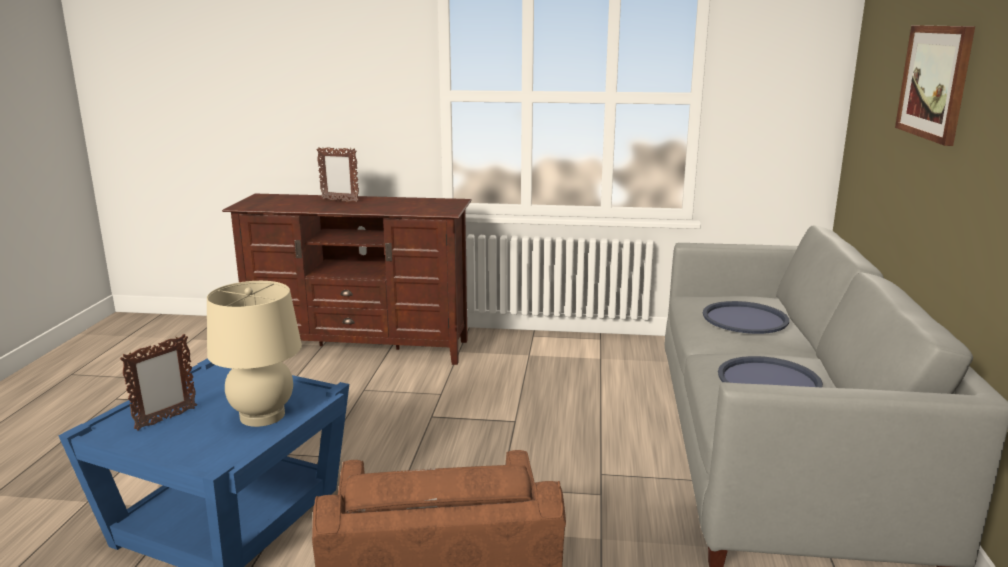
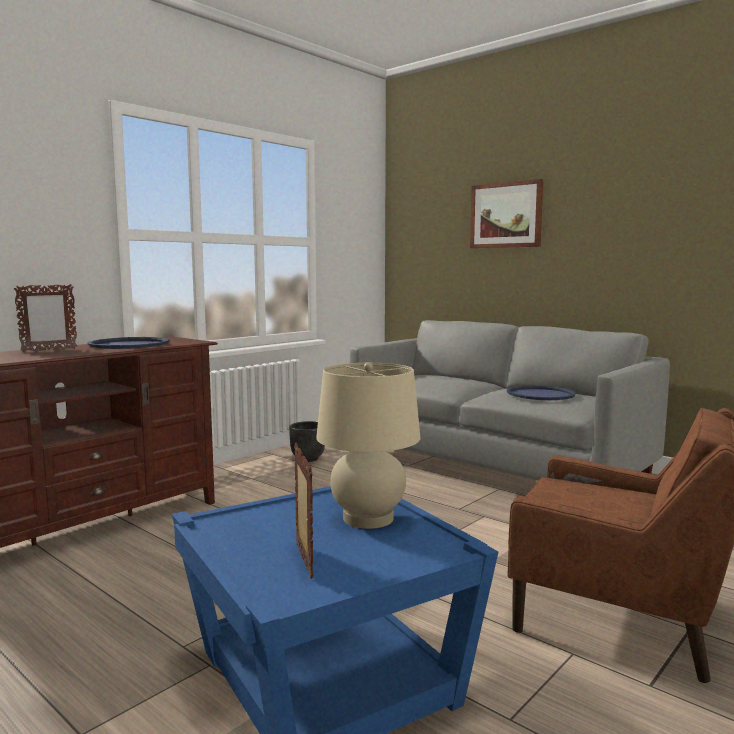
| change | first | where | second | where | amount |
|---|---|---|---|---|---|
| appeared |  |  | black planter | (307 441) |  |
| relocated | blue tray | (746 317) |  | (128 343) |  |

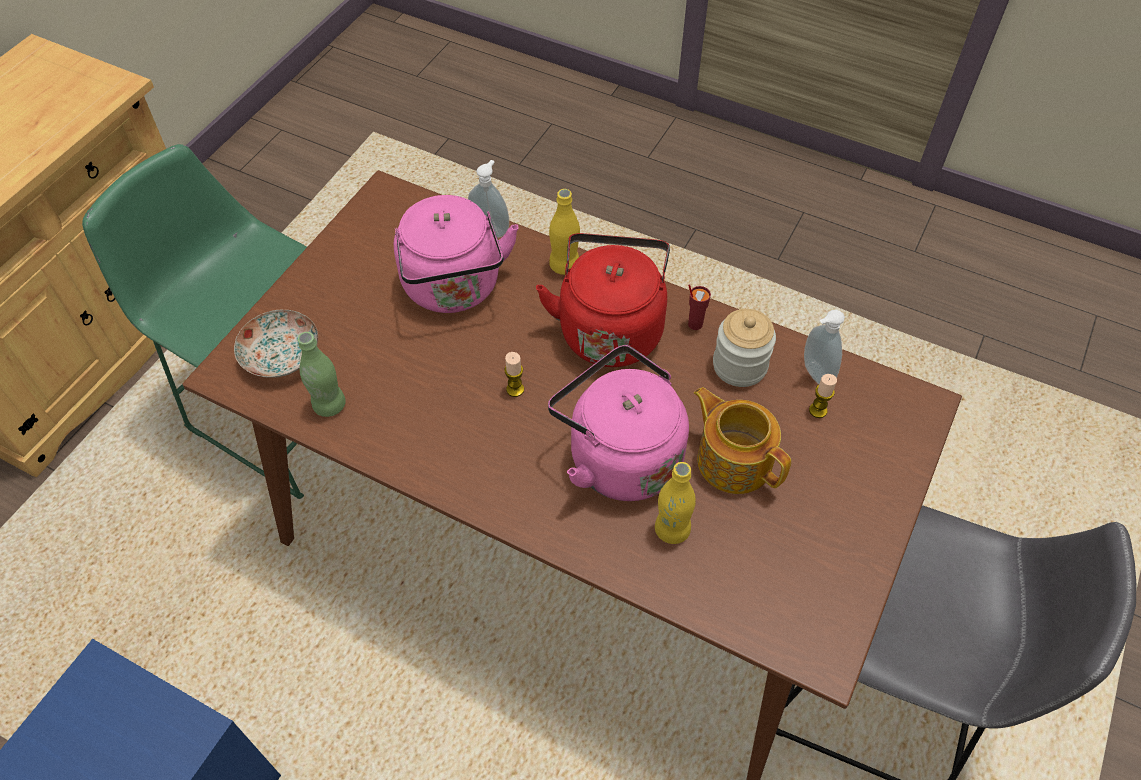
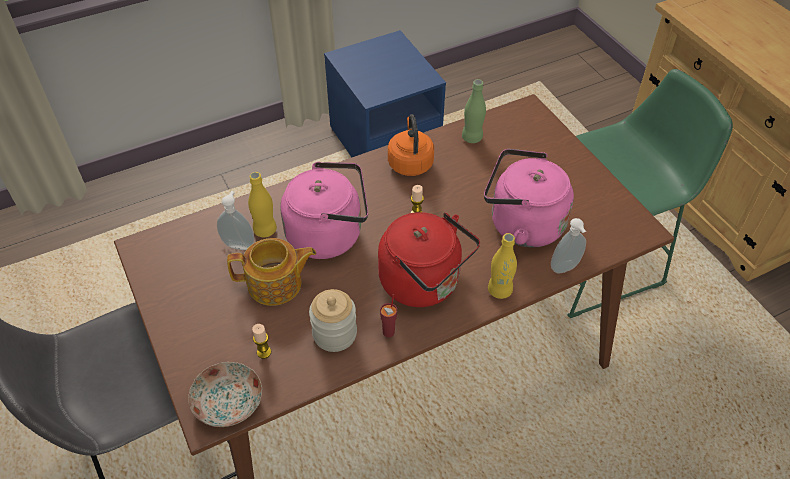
| change | first | where | second | where | amount |
|---|---|---|---|---|---|
| appeared |  |  | orange kettle | (411 145) |  |
| relocated | plate | (276 344) |  | (225 394) |  |
| relocated | soap dispenser | (824 347) |  | (235 220) |  |

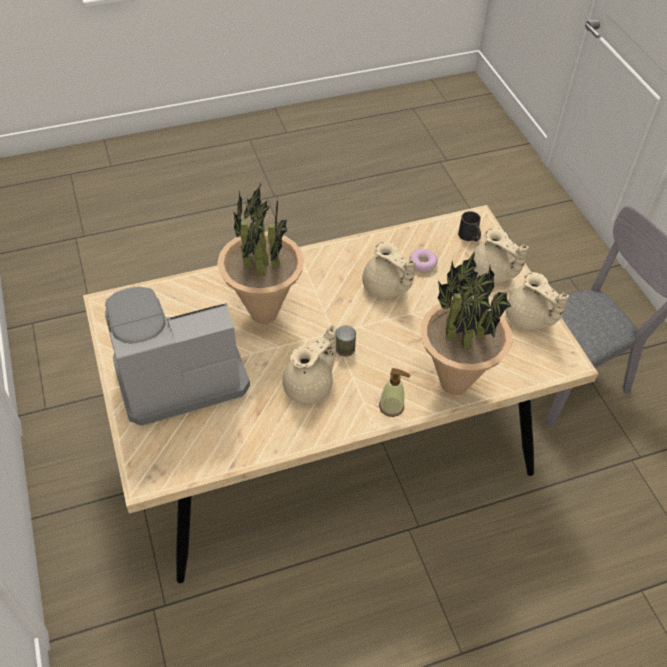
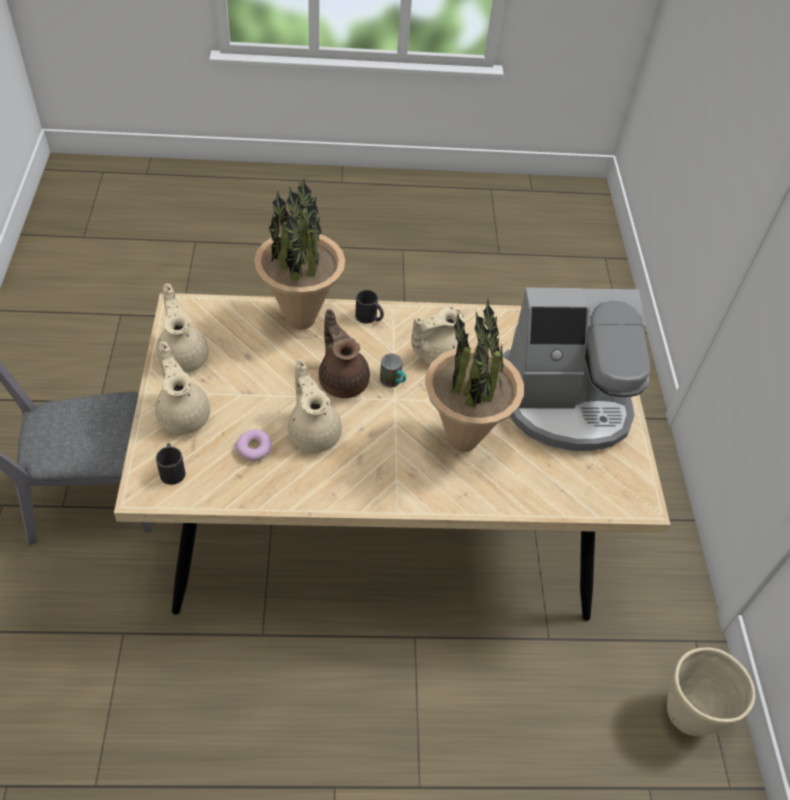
| change | first | where | second | where | amount |
|---|---|---|---|---|---|
| appeared |  |  | brown teapot | (344 353) |  |
| appeared |  |  | beige planter | (711 691) |  |
| exchanged | soap dispenser | (394 392) | black mug | (369 307) |  |

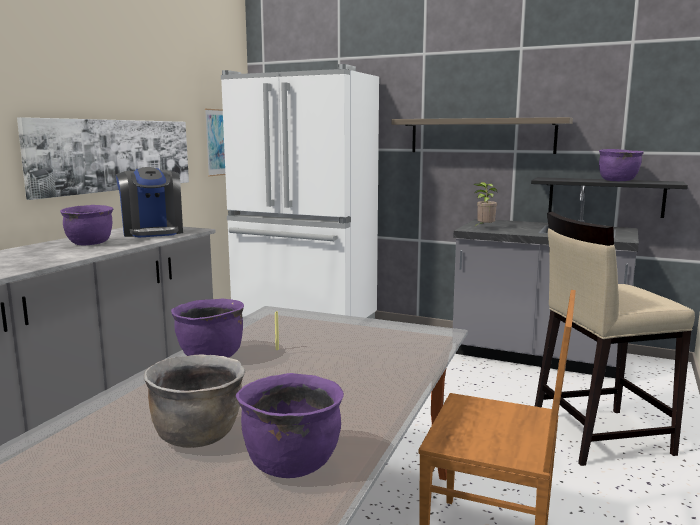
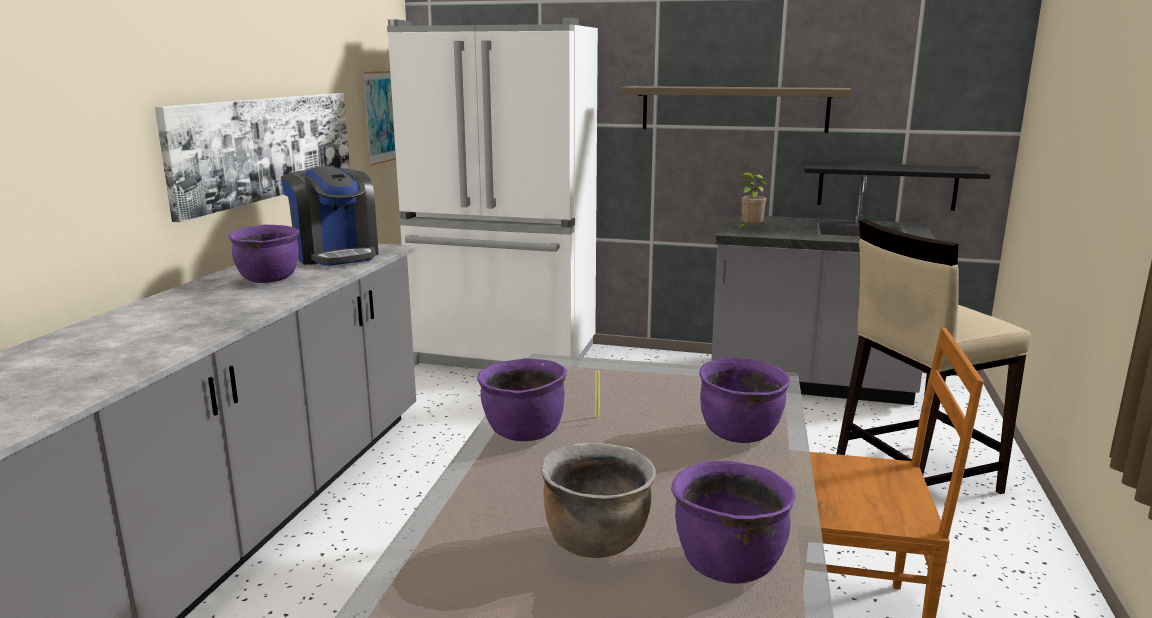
| change | first | where | second | where | amount |
|---|---|---|---|---|---|
| relocated | purple cooking pot | (621 165) |  | (744 400) |  |

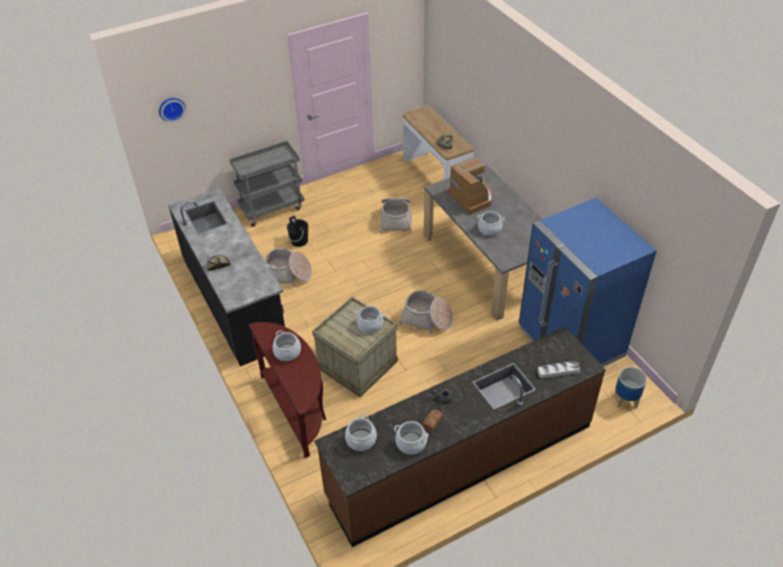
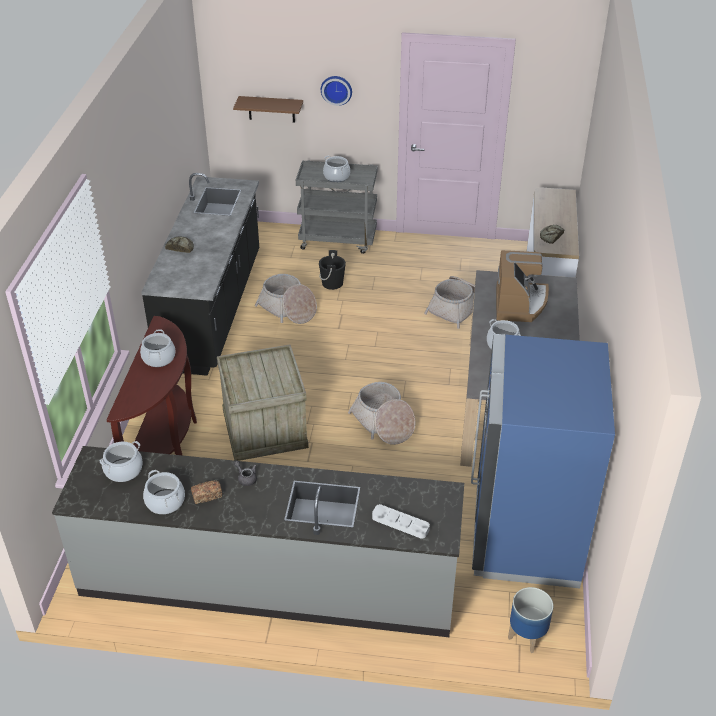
| change | first | where | second | where | amount |
|---|---|---|---|---|---|
| appeared |  |  | brown shelf | (268 109) |  |
| relocated | wall clock | (172 110) |  | (336 91) |  |
| relocated | cooking pot | (369 319) |  | (336 169) |  |
| colour | brown counter | (460 436) | grey counter | (258 541) |  |

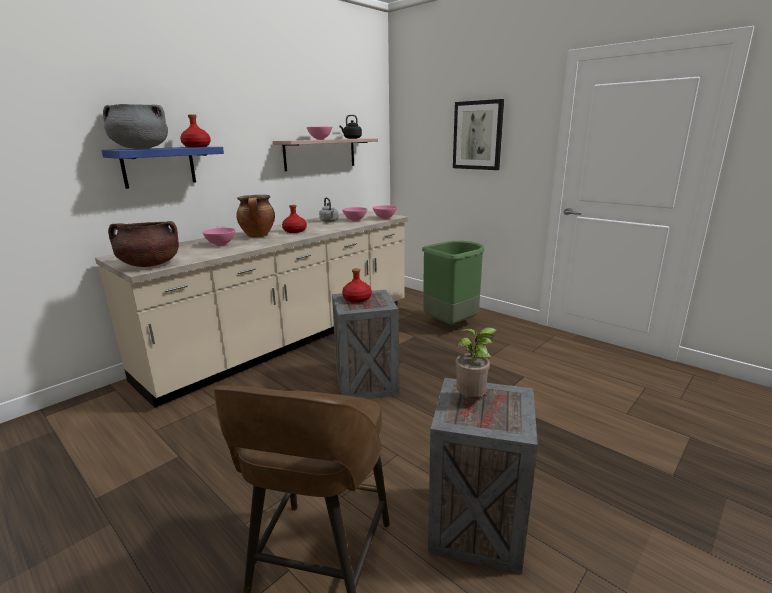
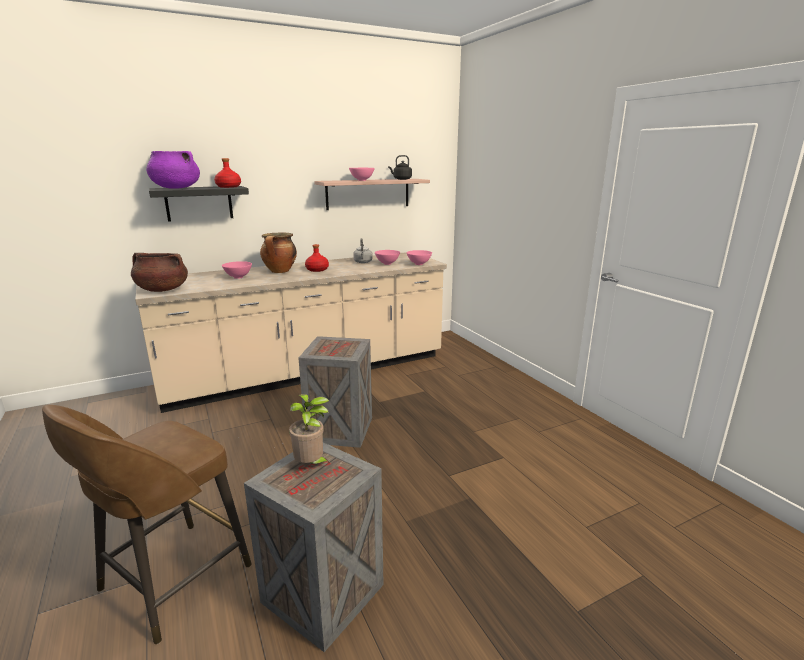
| change | first | where | second | where | amount |
|---|---|---|---|---|---|
| missing | red bottle | (357 285) |  |  |  |
| missing | green trash can | (453 283) |  |  |  |
| missing | picture | (478 134) |  |  |  |
| colour | blue shelf | (162 168) | black shelf | (199 204) |  |
| colour | grey cooking pot | (135 126) | purple cooking pot | (173 170) |  |

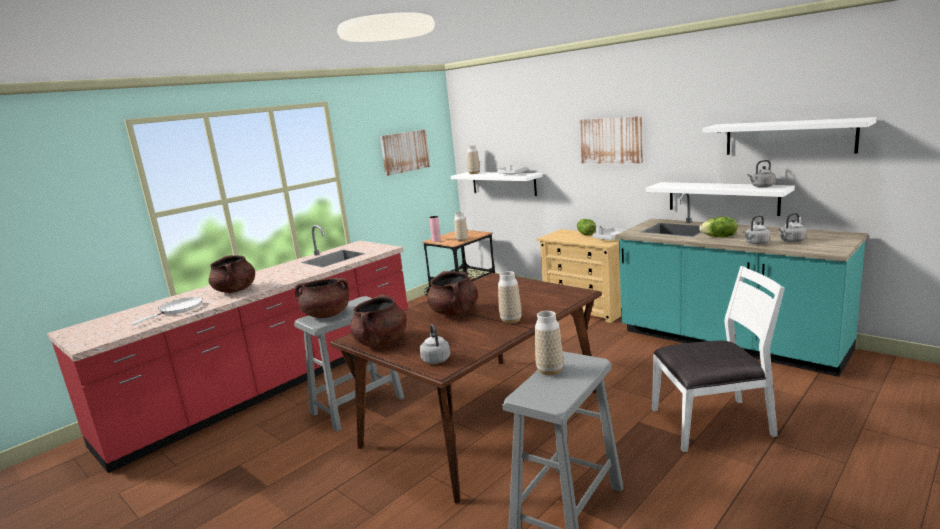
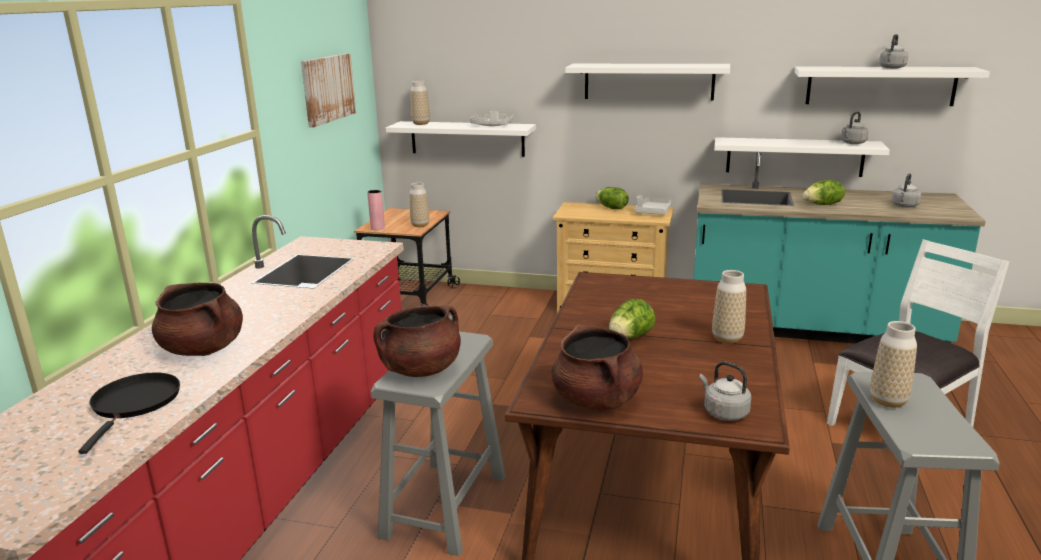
| change | first | where | second | where | amount |
|---|---|---|---|---|---|
| relocated | grey kettle | (757 230) |  | (893 51) |  |
| exchanged | brown cooking pot | (452 293) | lettuce | (632 319) |  |
| exchanged | picture | (611 140) | white shelf | (647 82) |  |
| colour | white frying pan | (167 311) | black frying pan | (129 413) |  |

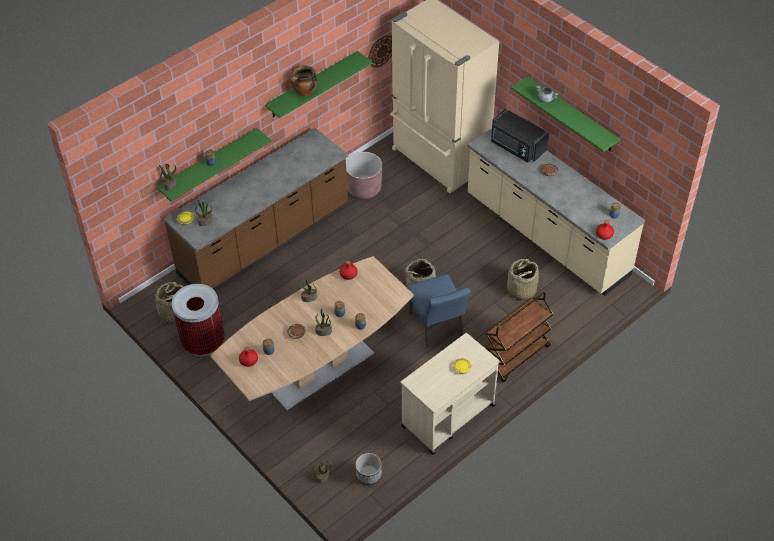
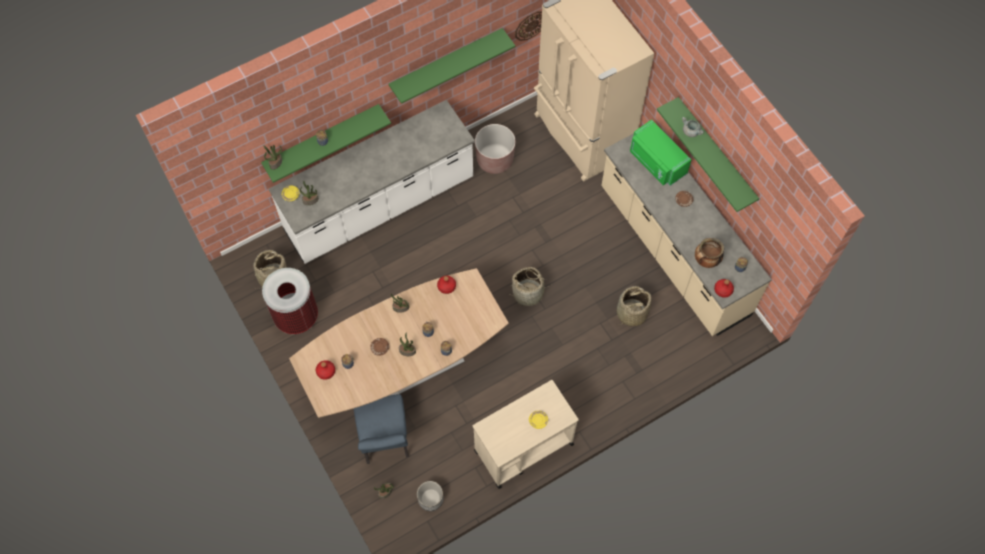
| change | first | where | second | where | amount |
|---|---|---|---|---|---|
| missing | brown cart | (519 337) |  |  |  |
| relocated | cooking pot | (304 81) |  | (709 253) |  |
| relocated | blue chair | (439 310) |  | (381 429) |  |
| colour | brown counter | (255 208) | white counter | (372 182) |  |
| colour | black microwave | (520 136) | green microwave | (660 153) |  |

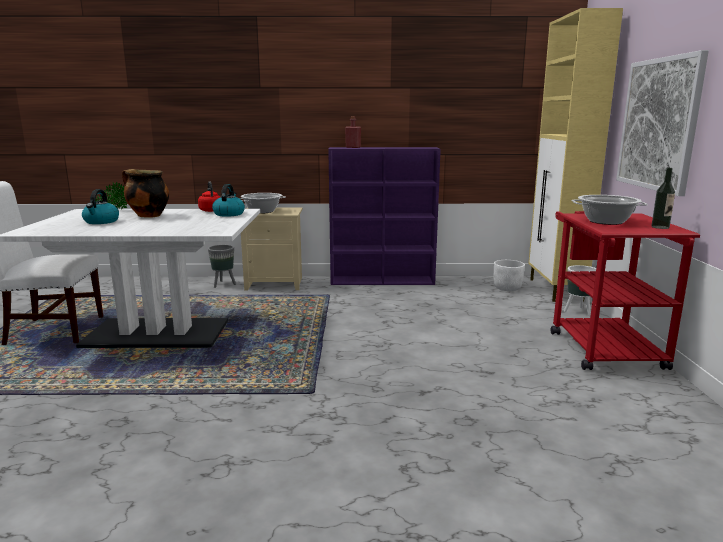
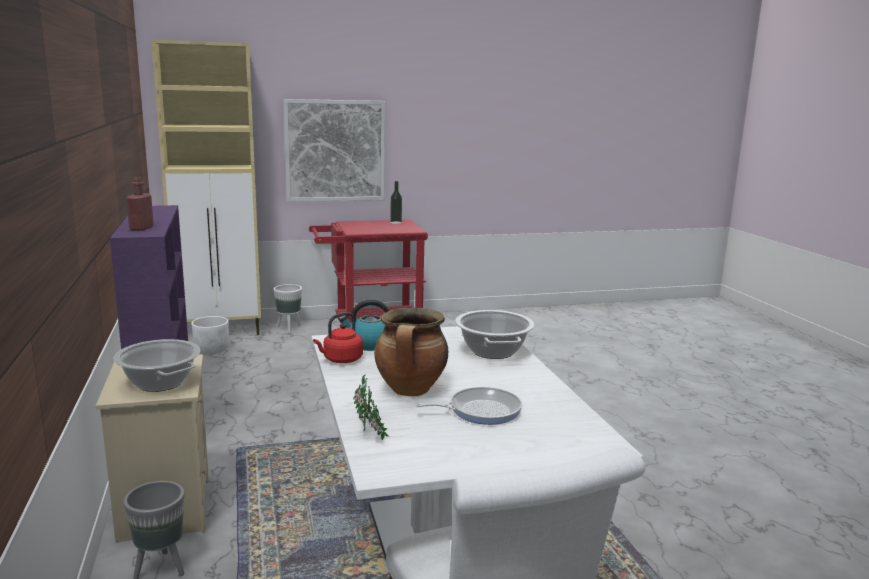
| change | first | where | second | where | amount |
|---|---|---|---|---|---|
| relocated | cooking pot | (609 210) |  | (495 334) |  |
| exchanged | kettle | (100 206) | frying pan | (468 406) |  |

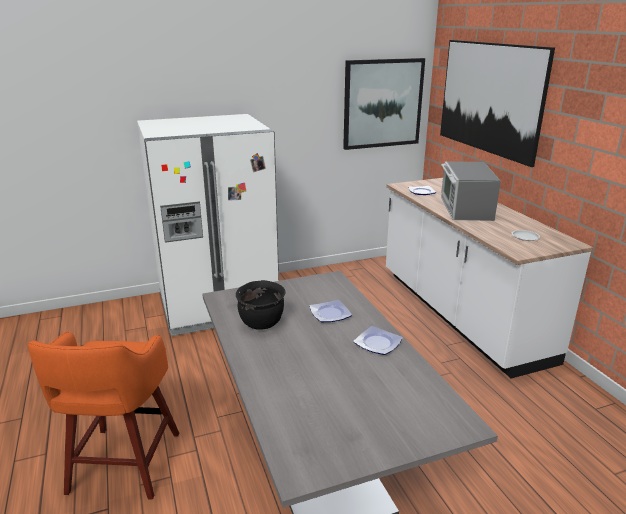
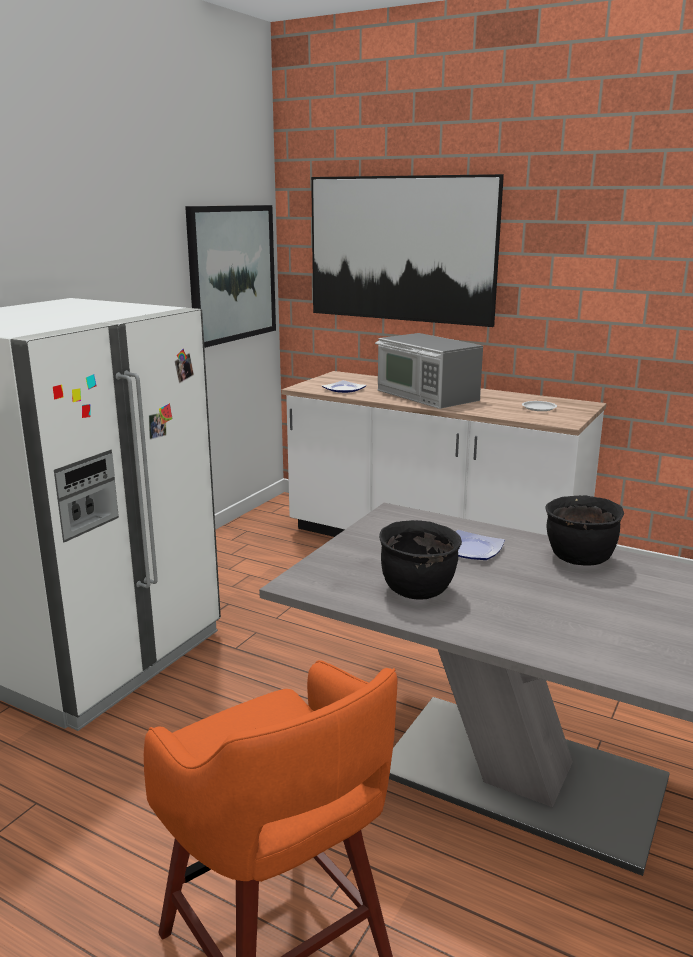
| change | first | where | second | where | amount |
|---|---|---|---|---|---|
| exchanged | plate | (378 340) | black cooking pot | (584 531) |  |

